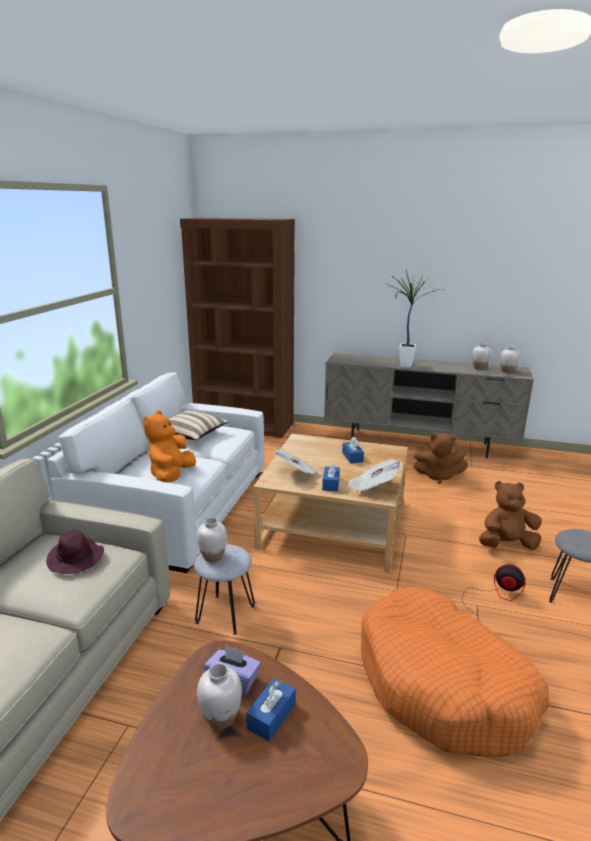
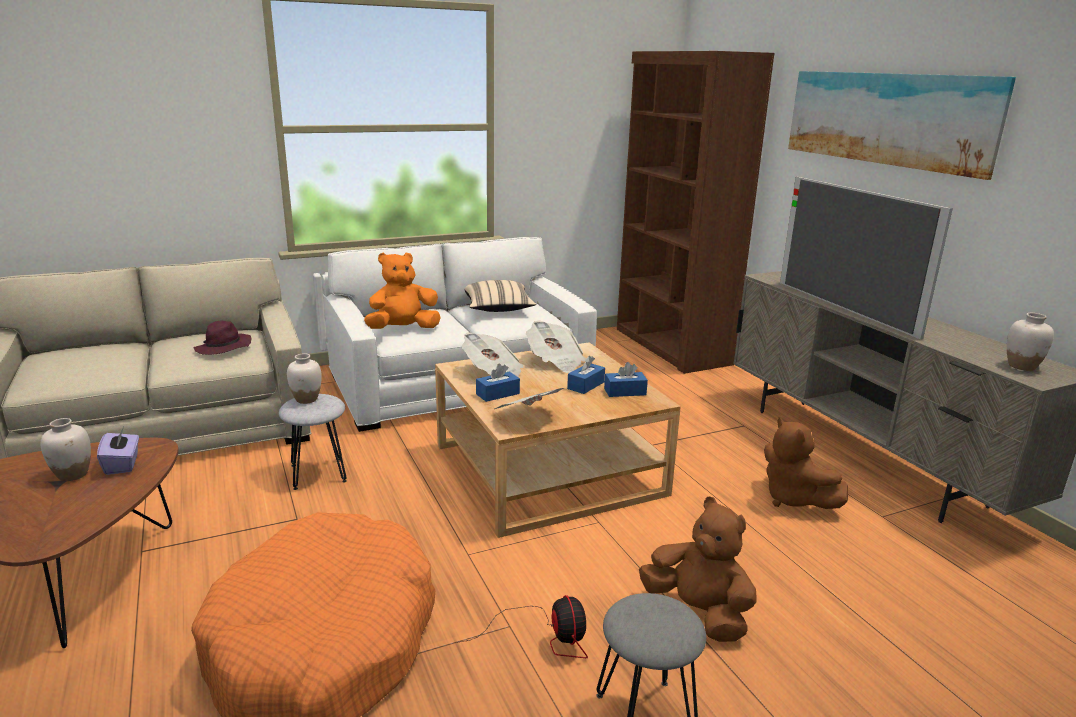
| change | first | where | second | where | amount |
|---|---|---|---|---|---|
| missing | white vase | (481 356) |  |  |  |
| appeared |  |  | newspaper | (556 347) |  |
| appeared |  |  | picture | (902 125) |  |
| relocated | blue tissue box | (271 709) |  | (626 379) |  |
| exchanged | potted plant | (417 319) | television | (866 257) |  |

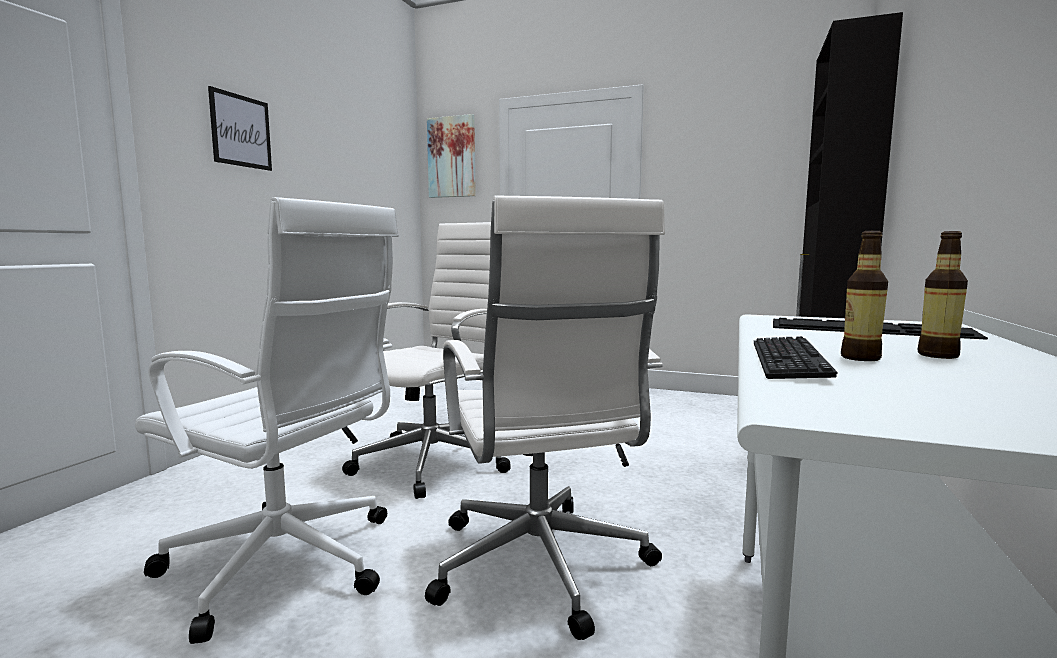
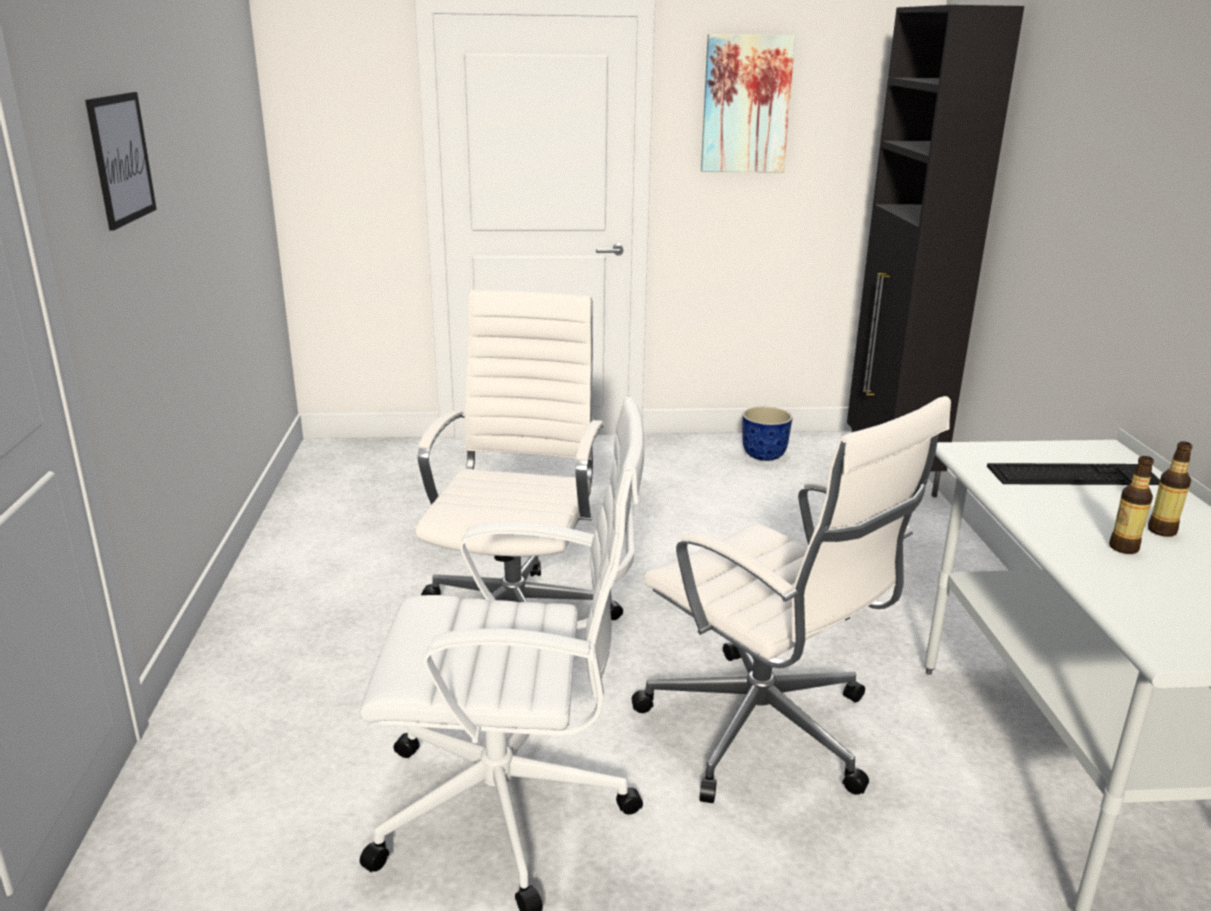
| change | first | where | second | where | amount |
|---|---|---|---|---|---|
| missing | keyboard | (796 357) |  |  |  |
| appeared |  |  | planter | (767 434) |  |
| relocated | picture | (451 156) |  | (748 103) |  |

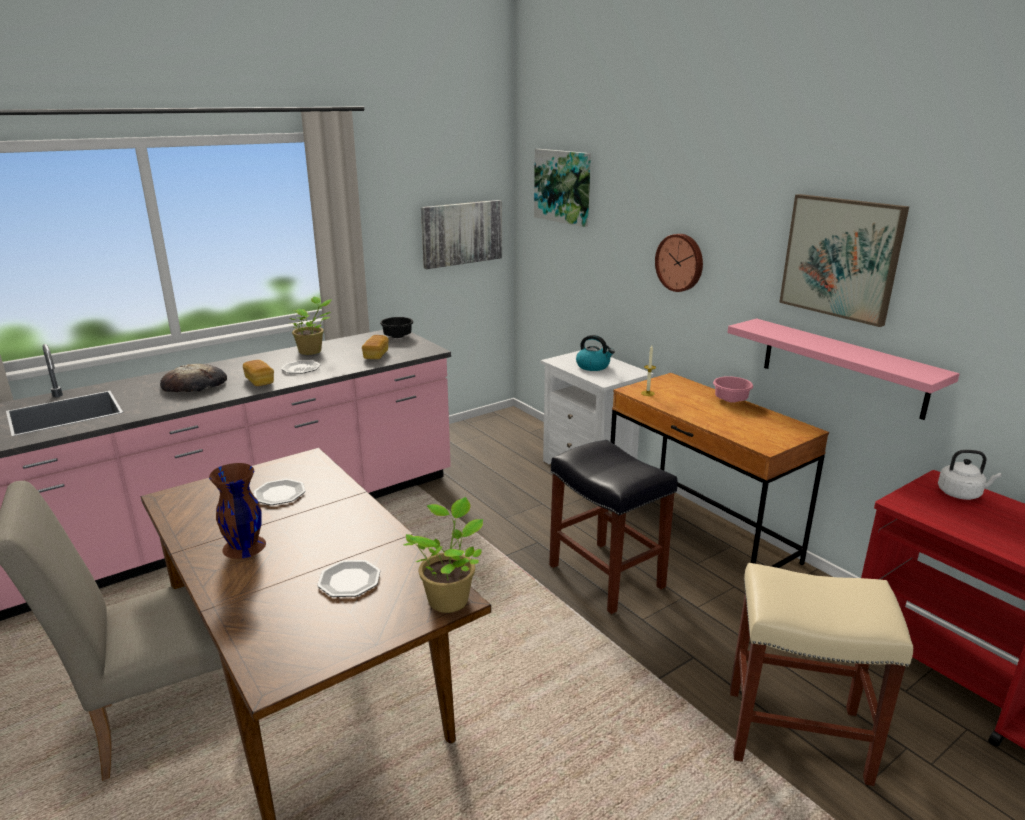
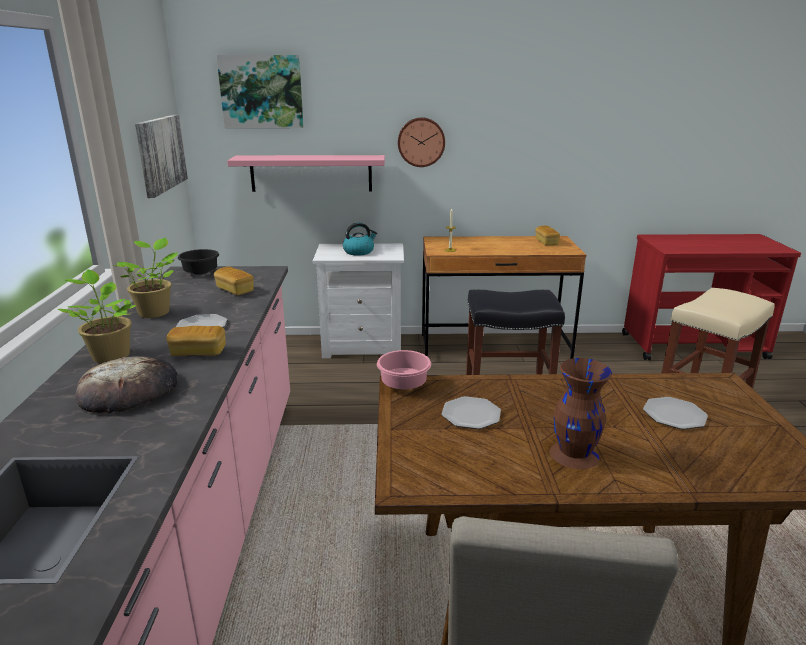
| change | first | where | second | where | amount |
|---|---|---|---|---|---|
| missing | picture | (844 260) |  |  |  |
| missing | white kettle | (970 475) |  |  |  |
| appeared |  |  | bread | (547 235) |  |
| relocated | potted plant | (443 555) |  | (97 316) |  |
| relocated | pink bowl | (733 389) |  | (404 369) |  |
| relocated | pink shelf | (843 369) |  | (306 173) |  |

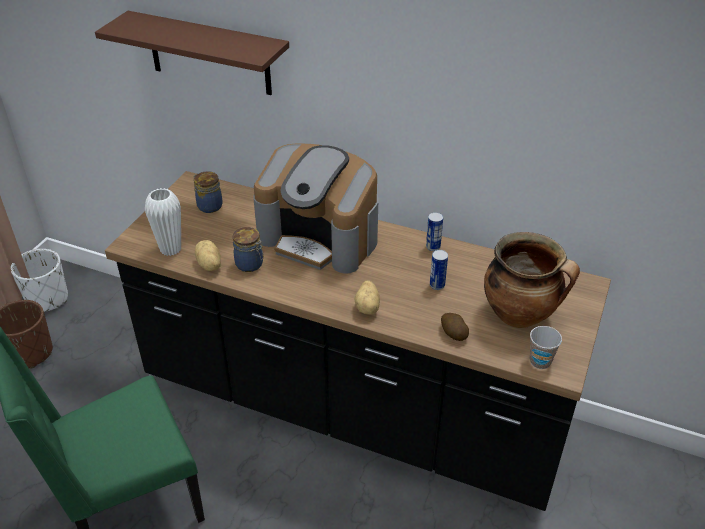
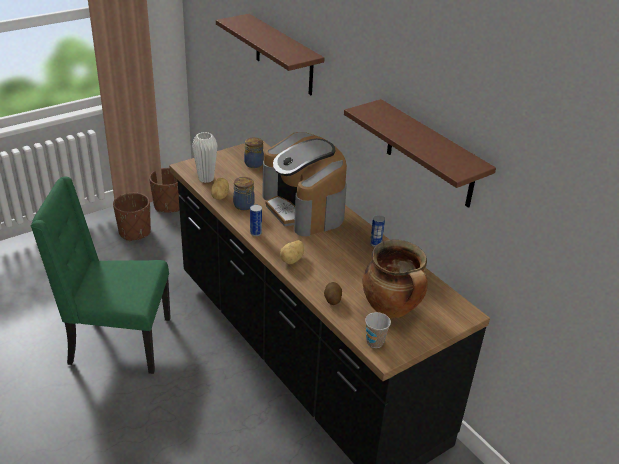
| change | first | where | second | where | amount |
|---|---|---|---|---|---|
| appeared |  |  | brown shelf | (420 153) |  |
| relocated | can | (439 270) |  | (256 220) |  |
| colour | white planter | (39 280) | brown planter | (164 190) |  |

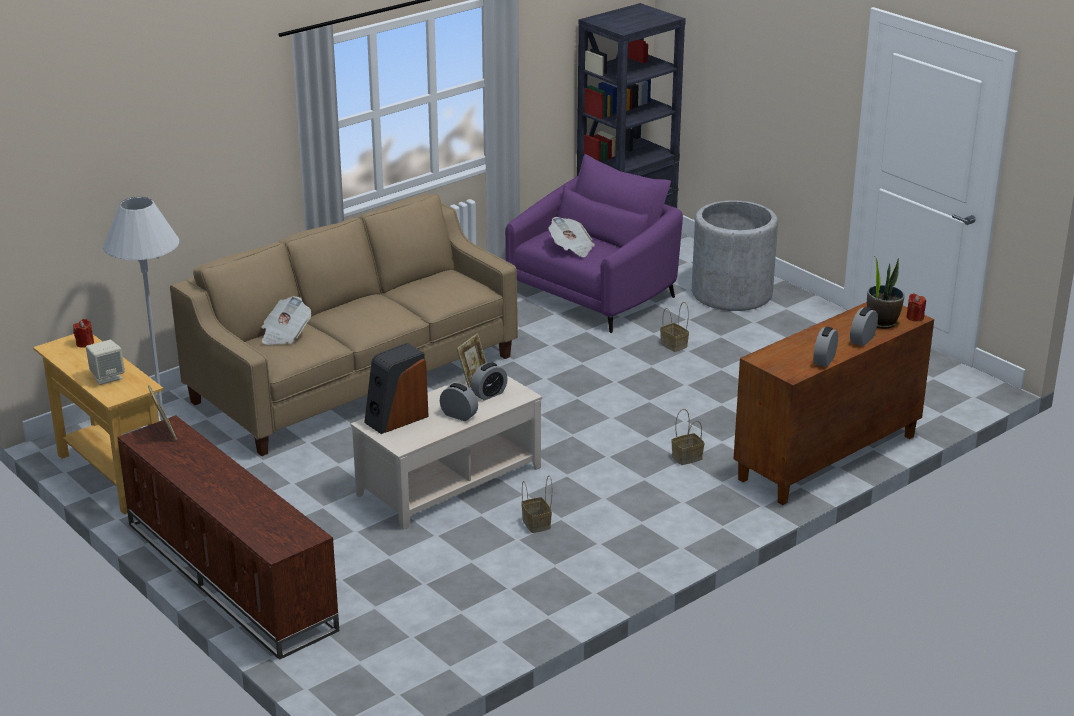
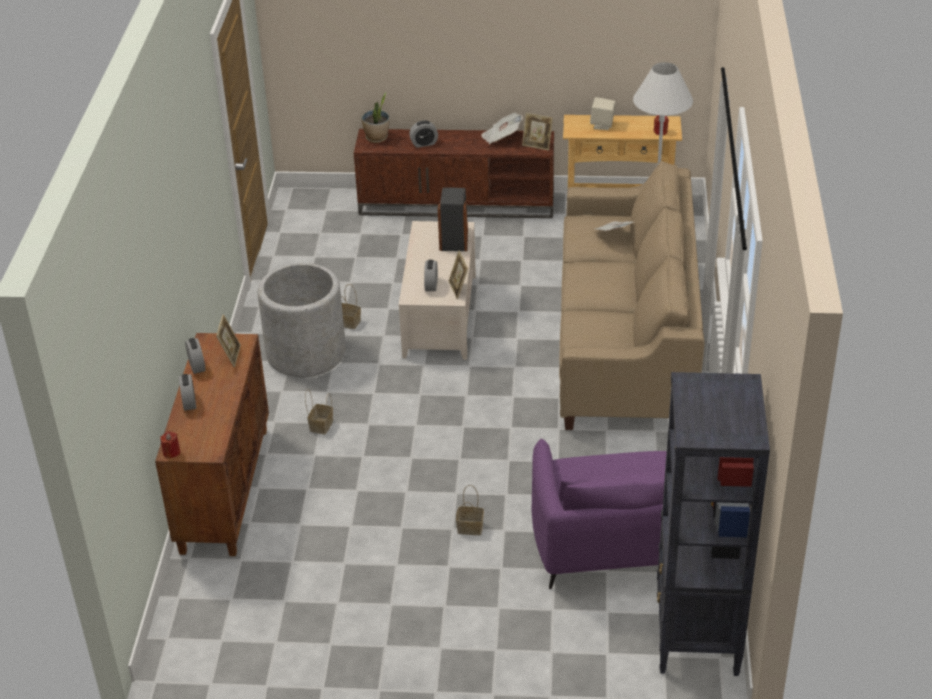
| change | first | where | second | where | amount |
|---|---|---|---|---|---|
| appeared |  |  | picture frame | (228 340) |  |
| relocated | alarm clock | (459 402) |  | (423 134) |  |
| relocated | newspaper | (571 237) |  | (502 128) |  |
| relocated | grey planter | (735 255) |  | (302 320) |  |
| relocated | potted plant | (886 292) |  | (375 117) |  |

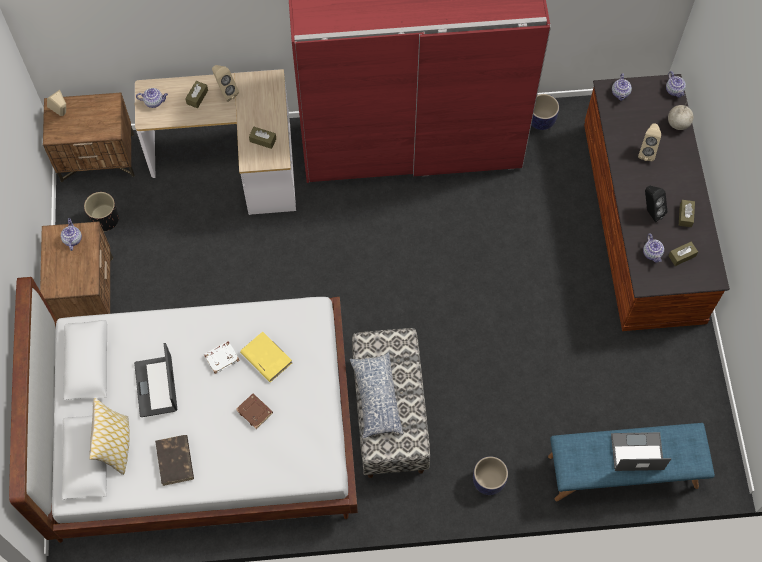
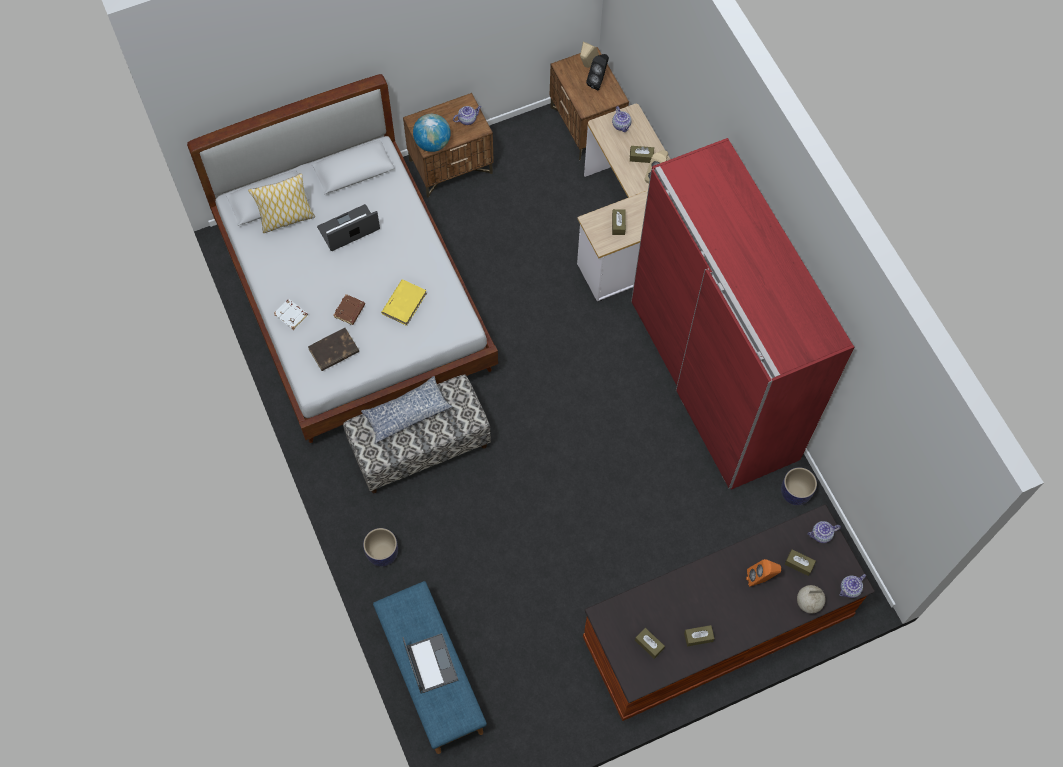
| change | first | where | second | where | amount |
|---|---|---|---|---|---|
| missing | black planter | (101 212) |  |  |  |
| missing | teapot | (653 248) |  |  |  |
| appeared |  |  | globe | (432 133) |  |
| appeared |  |  | brown tissue box | (800 562) |  |
| relocated | brown book | (174 460) |  | (333 349) |  |
| relocated | white book | (222 357) |  | (291 314) |  |
| relocated | black speaker | (656 204) |  | (597 72) |  |
| colour | beige speaker | (649 142) | orange speaker | (763 573) |  |

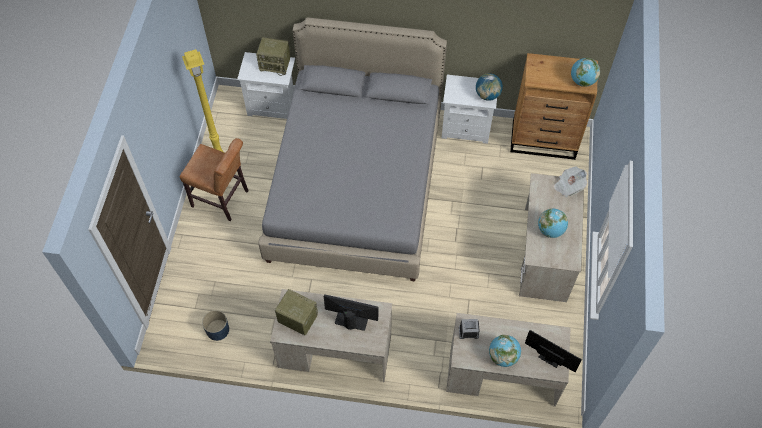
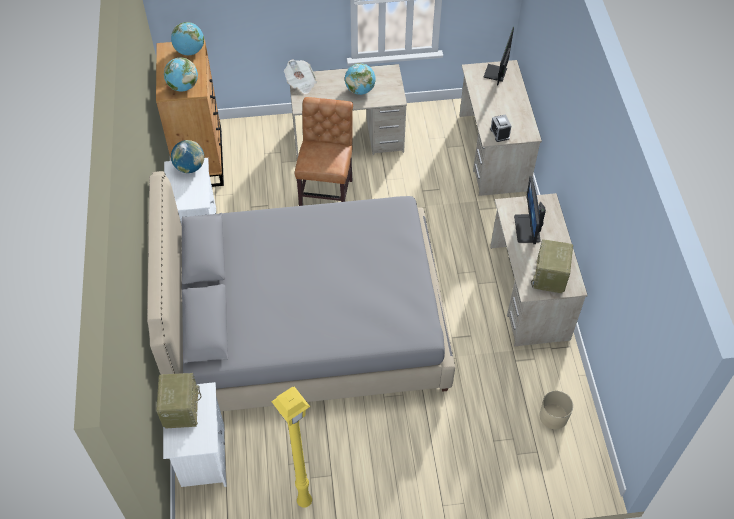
| change | first | where | second | where | amount |
|---|---|---|---|---|---|
| relocated | brown chair | (214 179) |  | (324 151) |  |
| relocated | globe | (505 351) |  | (181 75) |  |
| colour | blue planter | (215 325) | beige planter | (556 410) |  |

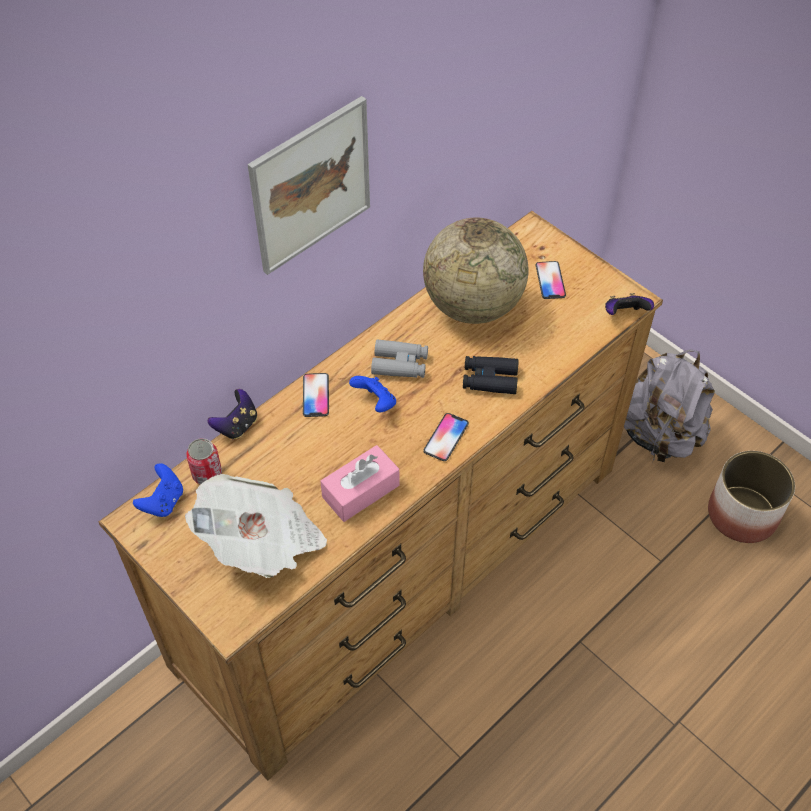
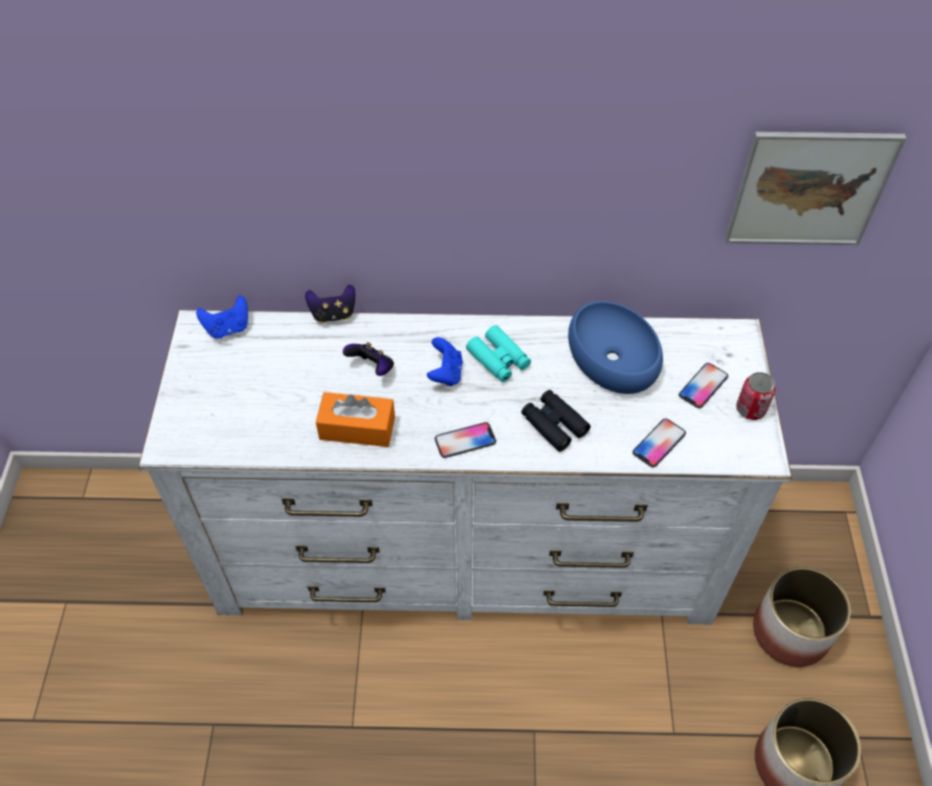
| change | first | where | second | where | amount |
|---|---|---|---|---|---|
| missing | newspaper | (256 526) |  |  |  |
| relocated | can | (204 461) |  | (756 396) |  |
| relocated | picture | (308 185) |  | (815 188) |  |
| relocated | phone | (316 395) |  | (659 443) |  |
| relocated | game controller | (629 304) |  | (368 359) |  |
| exchanged | globe | (476 270) | blue bowl | (615 347) |  |
| exchanged | grey backpack | (669 406) | planter | (801 617) |  |
| colour | brown dresser | (381 496) | white dresser | (465 467) |  |
| colour | pink tissue box | (359 483) | orange tissue box | (355 419) |  |
| colour | grey binoculars | (399 358) | turquoise binoculars | (498 353) |  |

